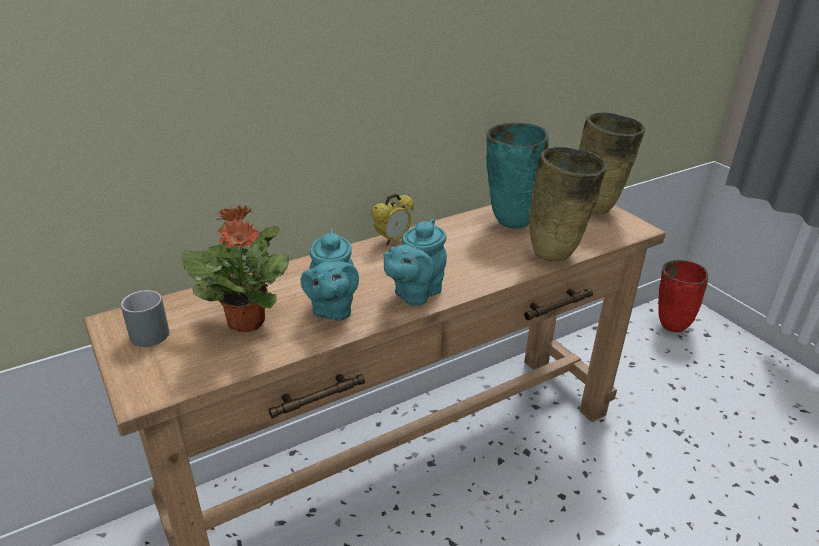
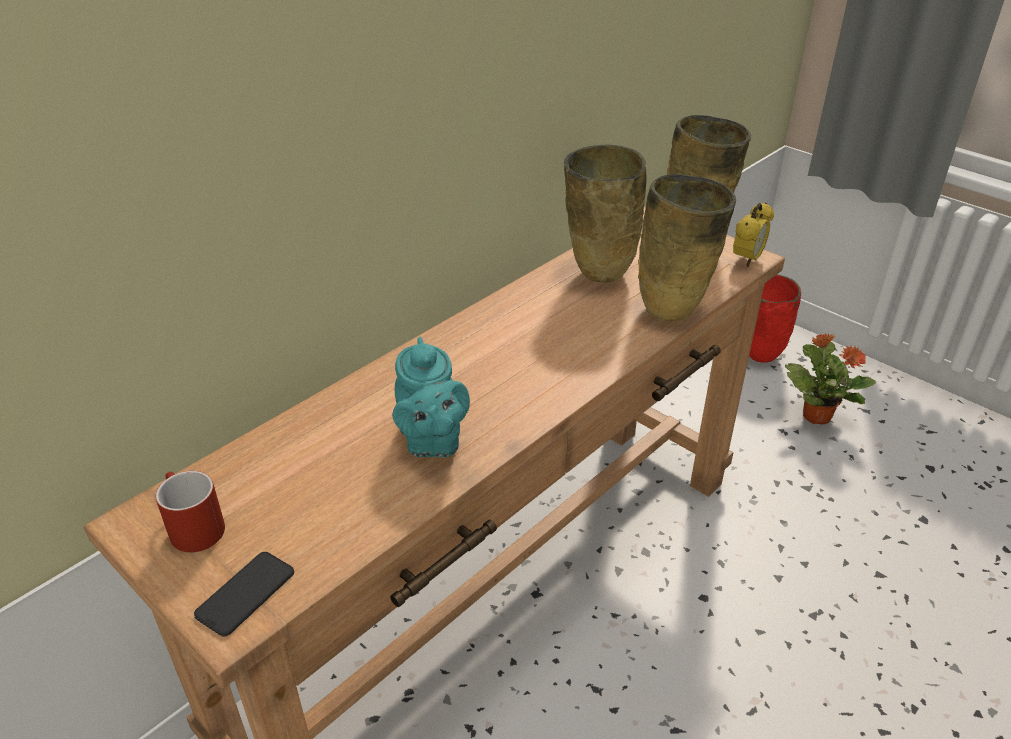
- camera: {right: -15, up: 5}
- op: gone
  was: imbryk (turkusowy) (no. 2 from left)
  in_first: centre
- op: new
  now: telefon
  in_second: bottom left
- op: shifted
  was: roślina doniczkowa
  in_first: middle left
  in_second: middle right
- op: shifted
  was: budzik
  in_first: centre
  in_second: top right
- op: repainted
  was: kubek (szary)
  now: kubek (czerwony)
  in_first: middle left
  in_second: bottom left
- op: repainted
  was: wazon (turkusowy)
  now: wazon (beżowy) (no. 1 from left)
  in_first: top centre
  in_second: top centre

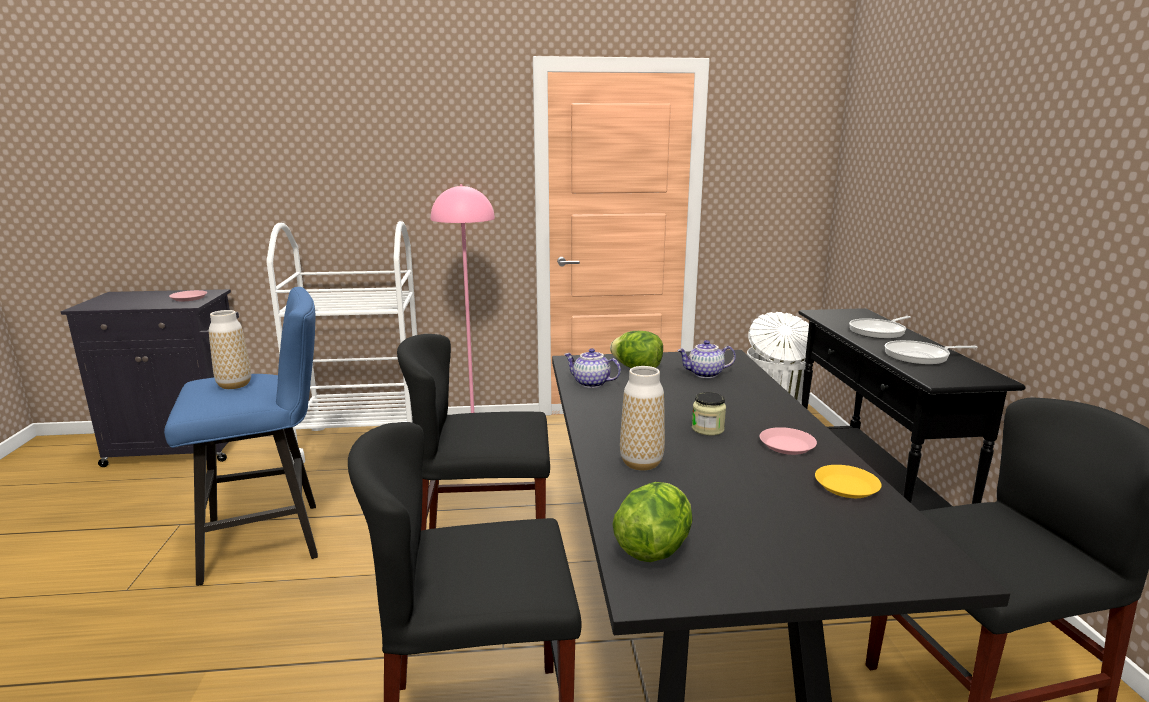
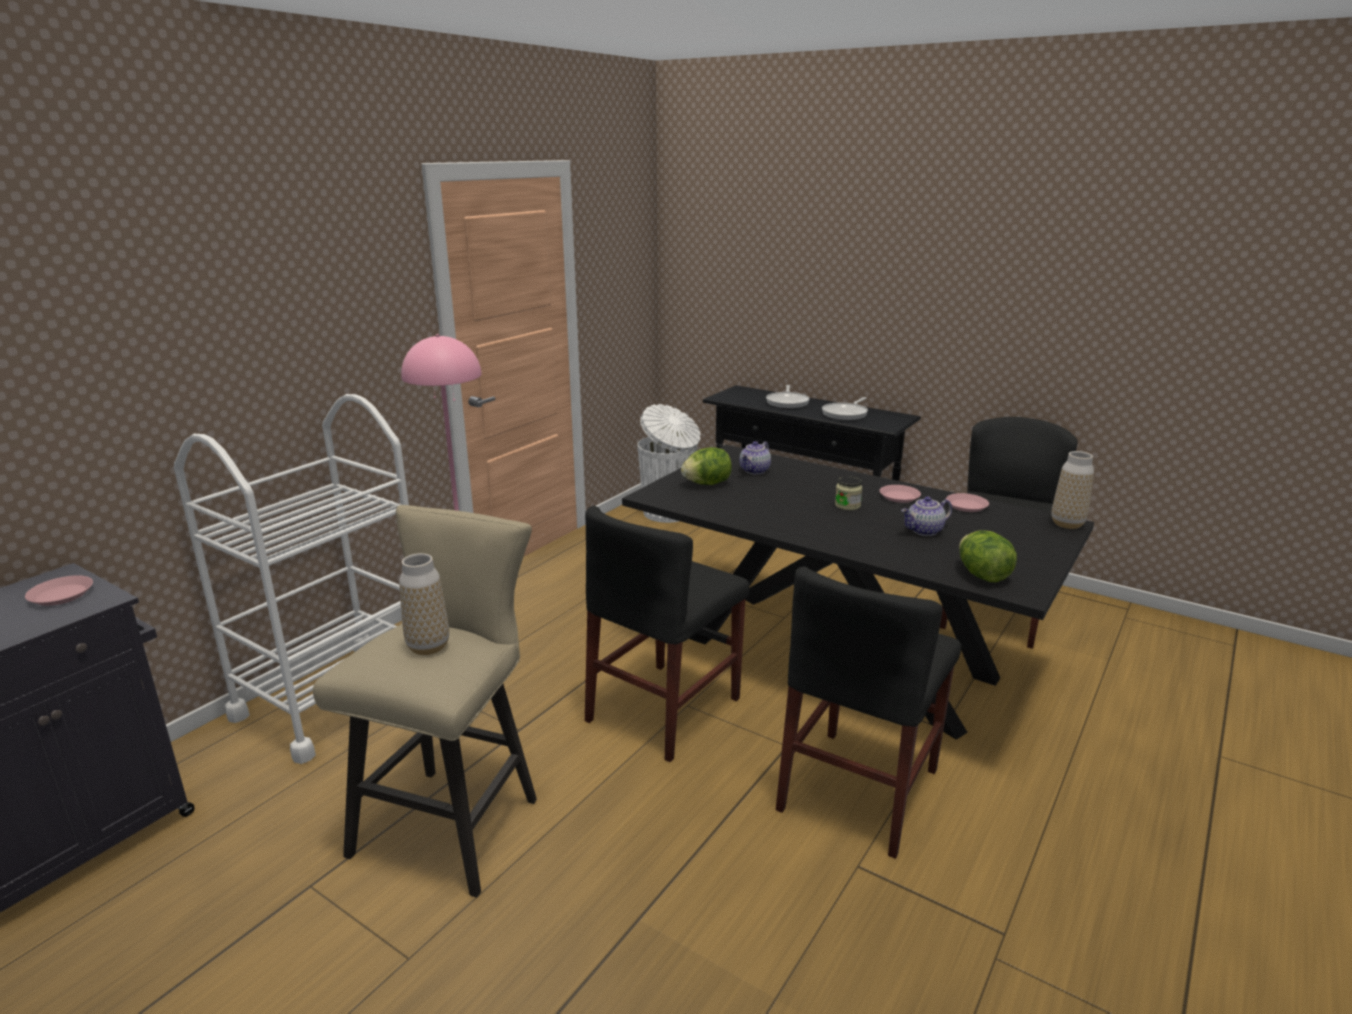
- camera: {right: -50, up: 5}
- op: shifted
  was: imbryk (no. 1 from left in the first image)
  now: imbryk (no. 2 from left)
  in_first: centre
  in_second: middle right
- op: shifted
  was: wazon (no. 2 from left)
  in_first: centre
  in_second: middle right
- op: repainted
  was: stołek (niebieski)
  now: stołek (beżowy)
  in_first: middle left
  in_second: bottom left
- op: repainted
  was: talerz (żółty)
  now: talerz (różowy) (no. 3 from left)
  in_first: bottom right
  in_second: middle right

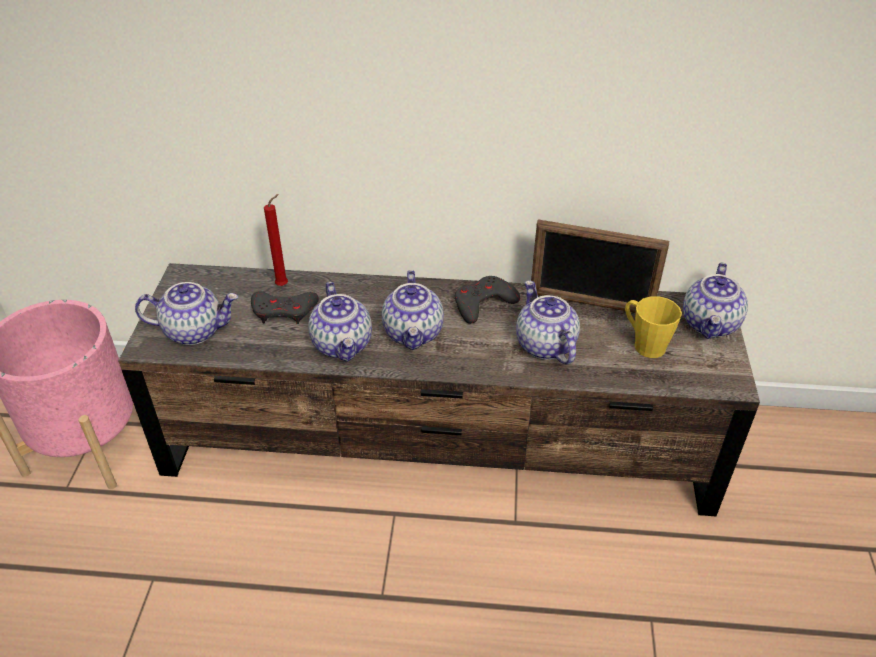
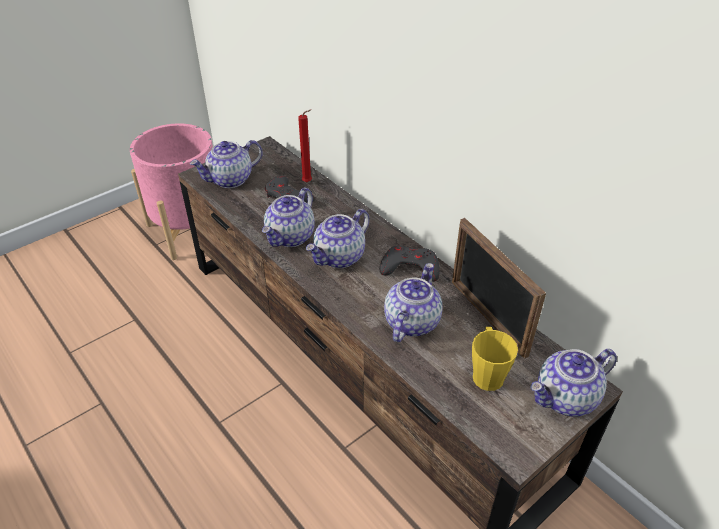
- camera: {right: 45, up: 0}
- op: rotated
  was: imbryk (no. 1 from left)
  in_first: middle left
  in_second: top left
  clockwise: 105

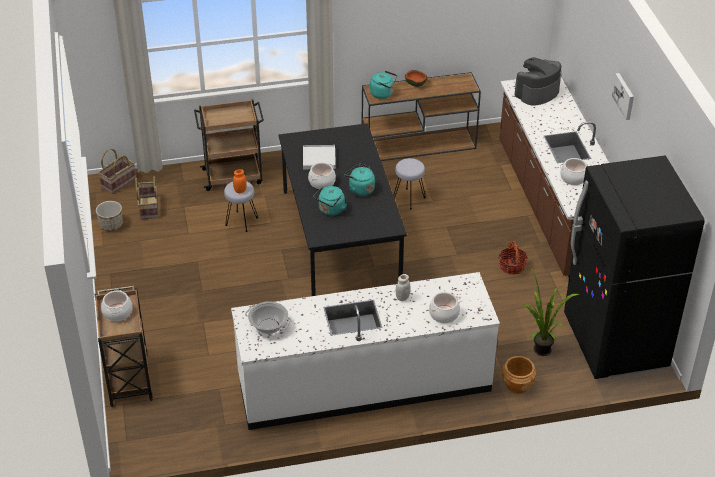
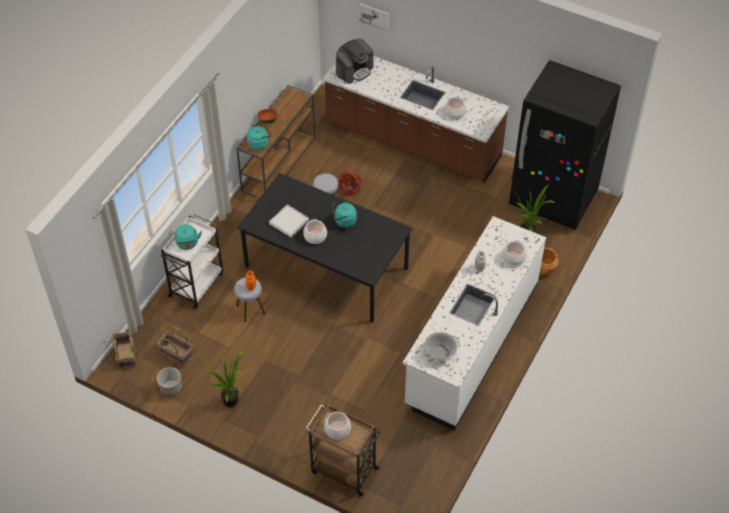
- camera: {right: -50, up: 10}
- op: new
  now: roślina doniczkowa (no. 1 from left)
  in_second: bottom left
- op: shifted
  was: czajnik (turkusowy) (no. 1 from left)
  in_first: centre
  in_second: middle left
- op: shifted
  was: koszyk (no. 3 from left)
  in_first: middle right
  in_second: centre
- op: shifted
  was: obraz
  in_first: top right
  in_second: top centre
- op: repainted
  was: wózek (brązowy) (no. 2 from left)
  now: wózek (biały)
  in_first: top left
  in_second: middle left
- op: rotated
  was: ekspres do kawy
  in_first: top right
  in_second: top centre
  clockwise: -135

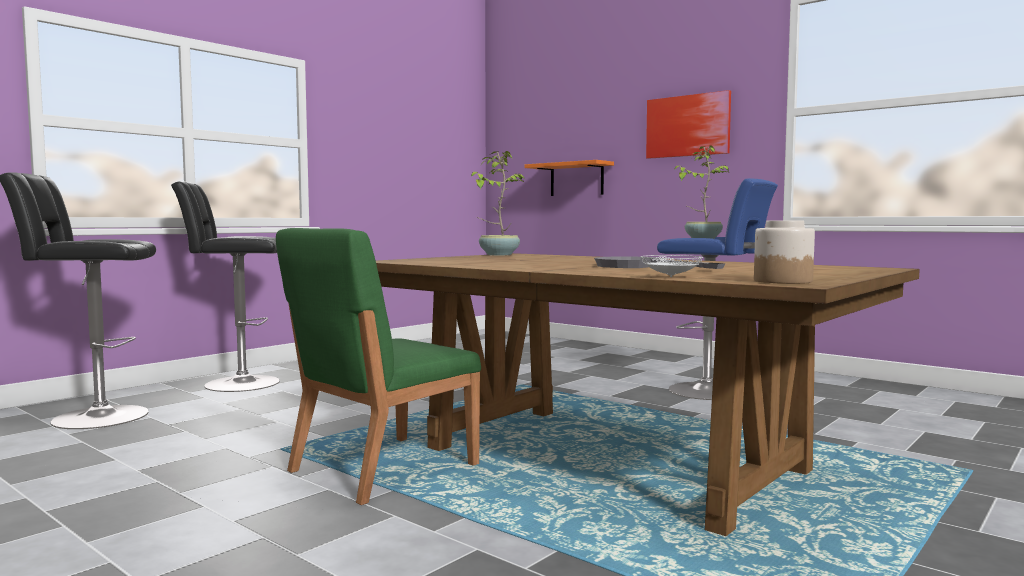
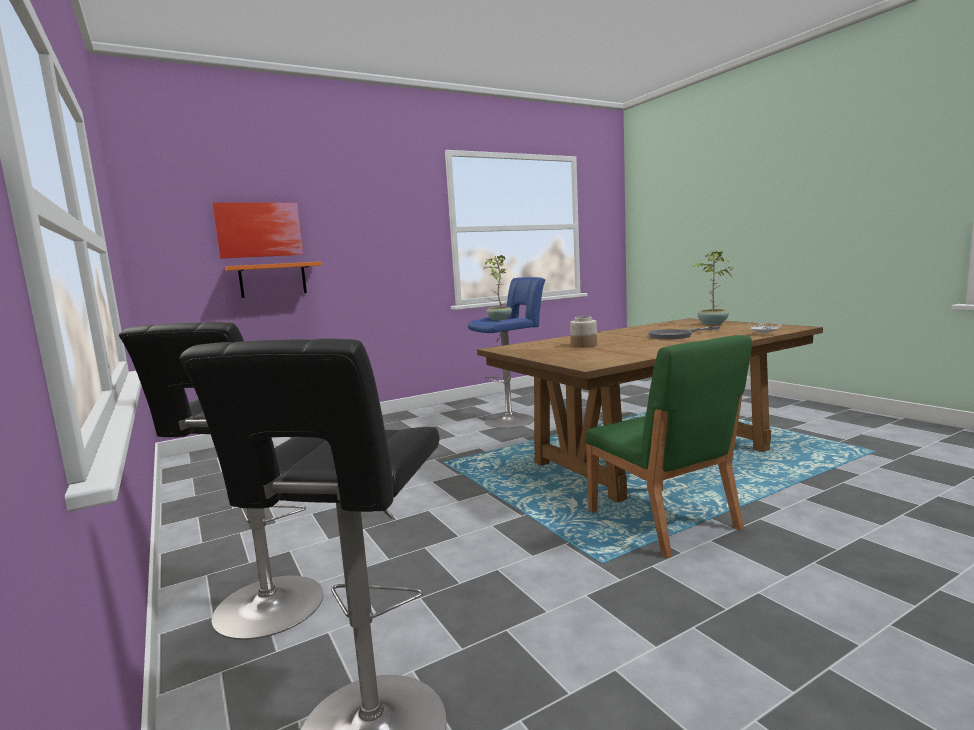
- camera: {right: -70, up: 5}
- op: shifted
  was: roślina doniczkowa (no. 1 from left in the first image)
  now: roślina doniczkowa (no. 2 from left)
  in_first: centre
  in_second: middle right
- op: shifted
  was: obraz
  in_first: top right
  in_second: top left
- op: shifted
  was: słoik
  in_first: middle right
  in_second: centre

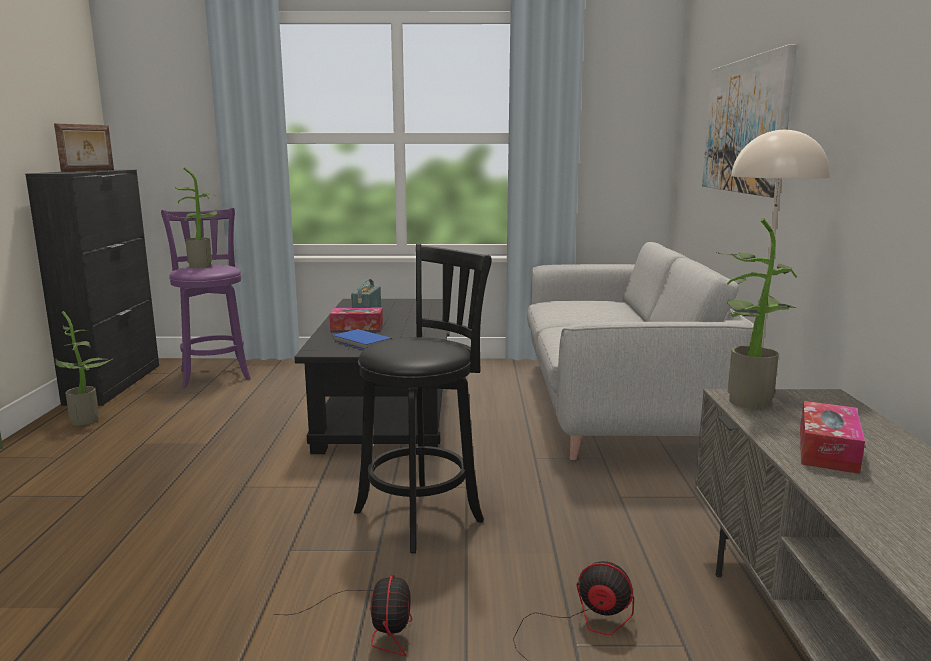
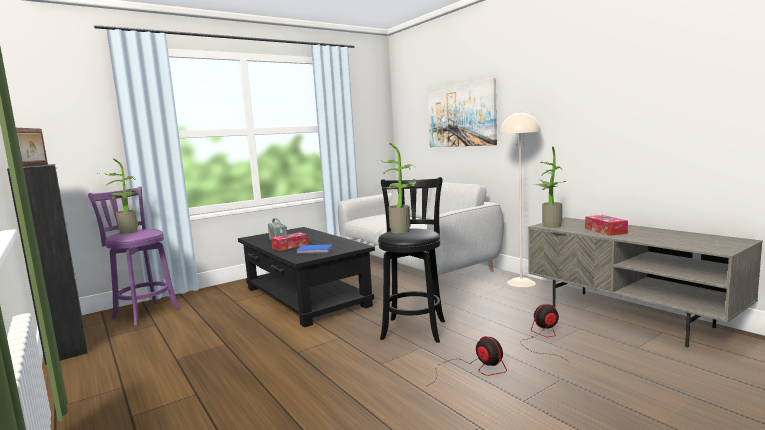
- camera: {right: -35, up: -5}
- op: shifted
  was: roślina doniczkowa (no. 1 from left in the first image)
  now: roślina doniczkowa (no. 2 from left)
  in_first: middle left
  in_second: centre

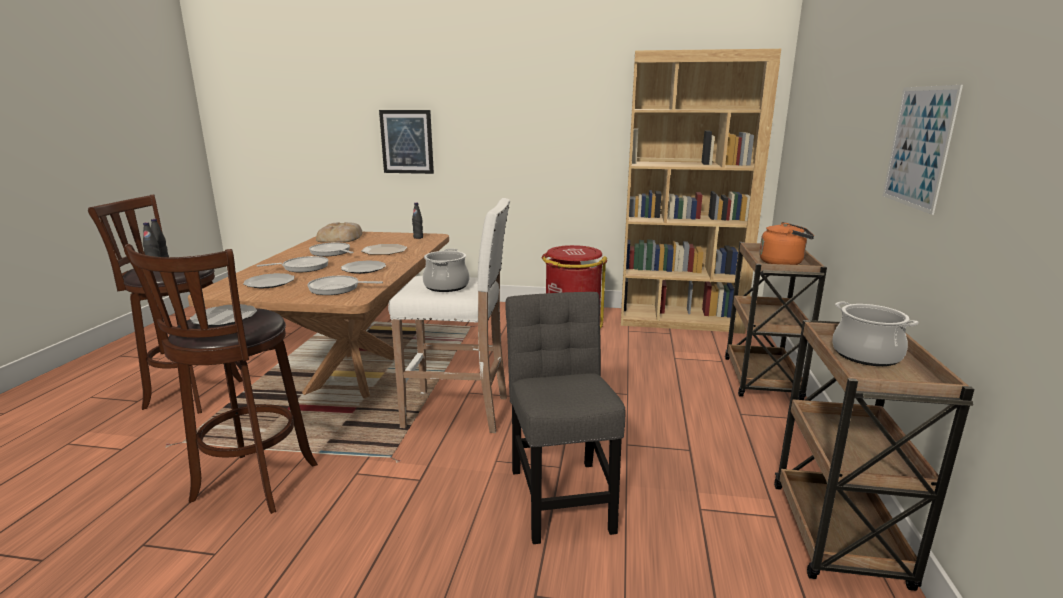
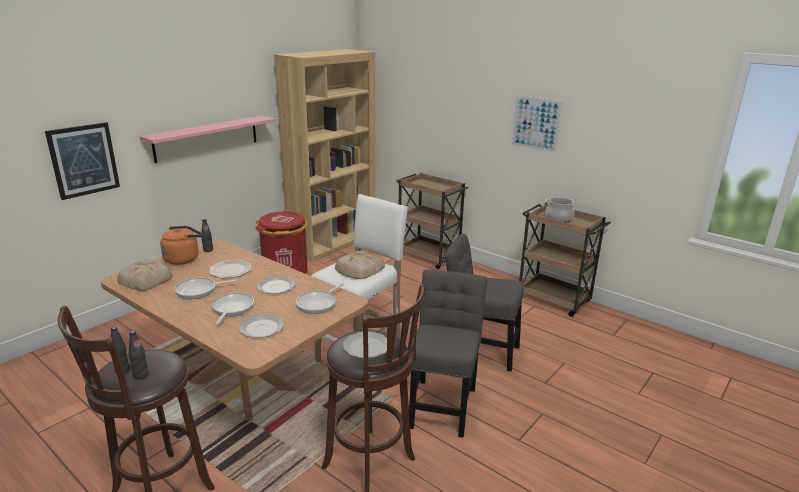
- camera: {right: -60, up: 5}
- op: new
  now: półka (różowy)
  in_second: top left
- op: new
  now: krzesło (szary) (no. 1 from left)
  in_second: bottom centre
- op: shifted
  was: czajnik (pomarańczowy)
  in_first: middle right
  in_second: middle left
- op: swapped
  was: garnek (no. 1 from left)
  now: chleb (no. 2 from left)
  in_first: centre
  in_second: centre

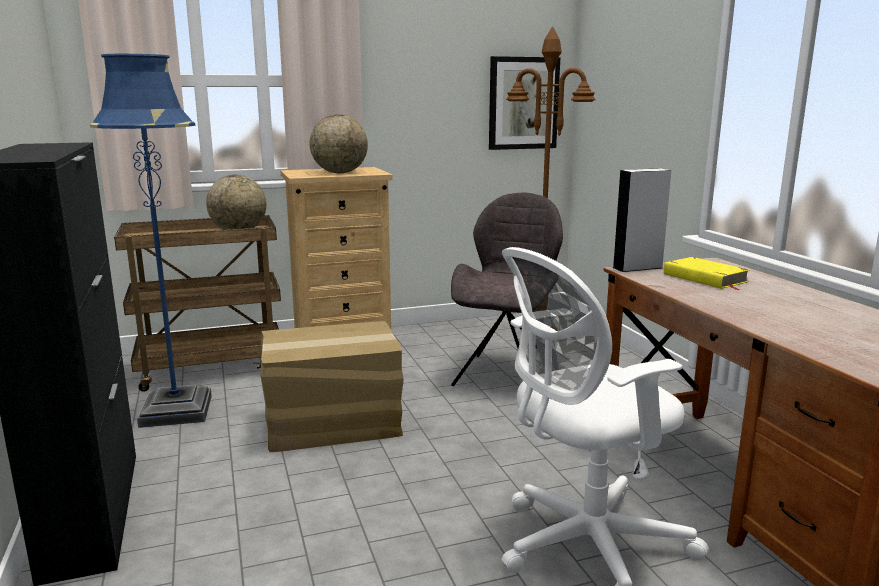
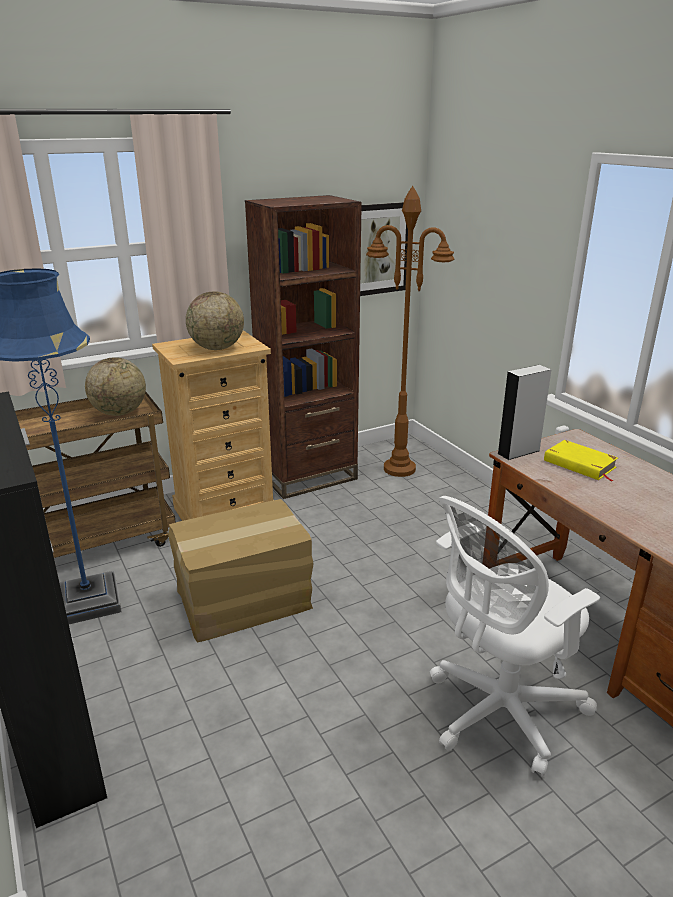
- camera: {right: -10, up: 10}
- op: gone
  was: krzesło (szary)
  in_first: centre
- op: new
  now: regał (brązowy)
  in_second: centre

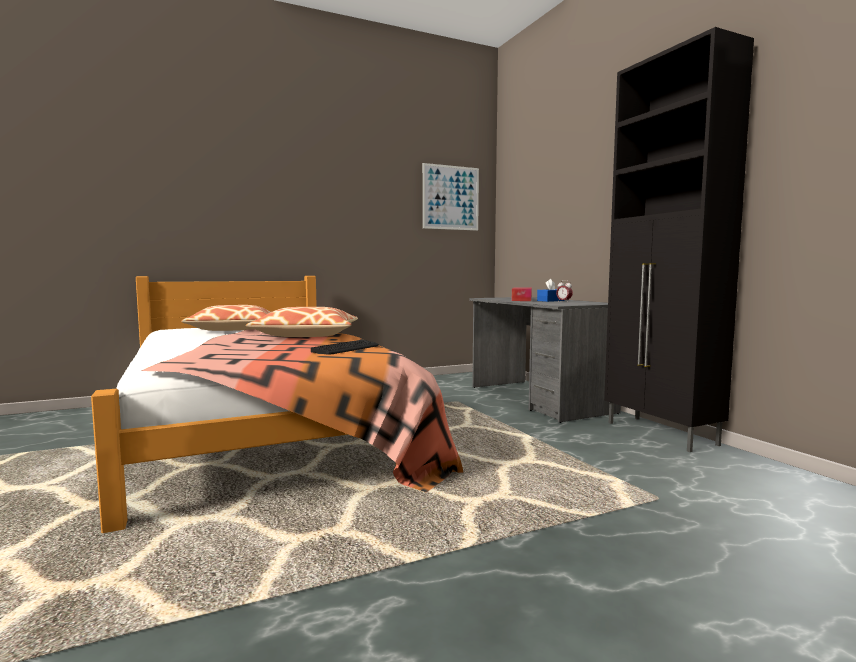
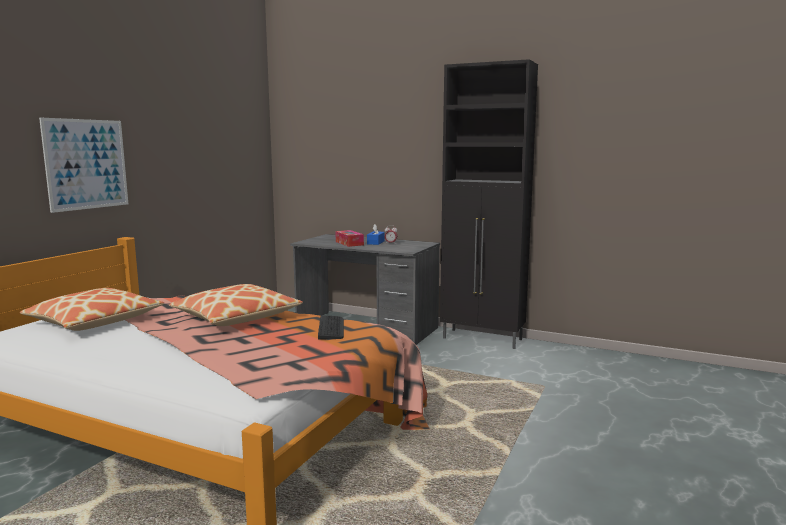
- camera: {right: -40, up: 5}
- op: shifted
  was: obraz
  in_first: top centre
  in_second: top left

